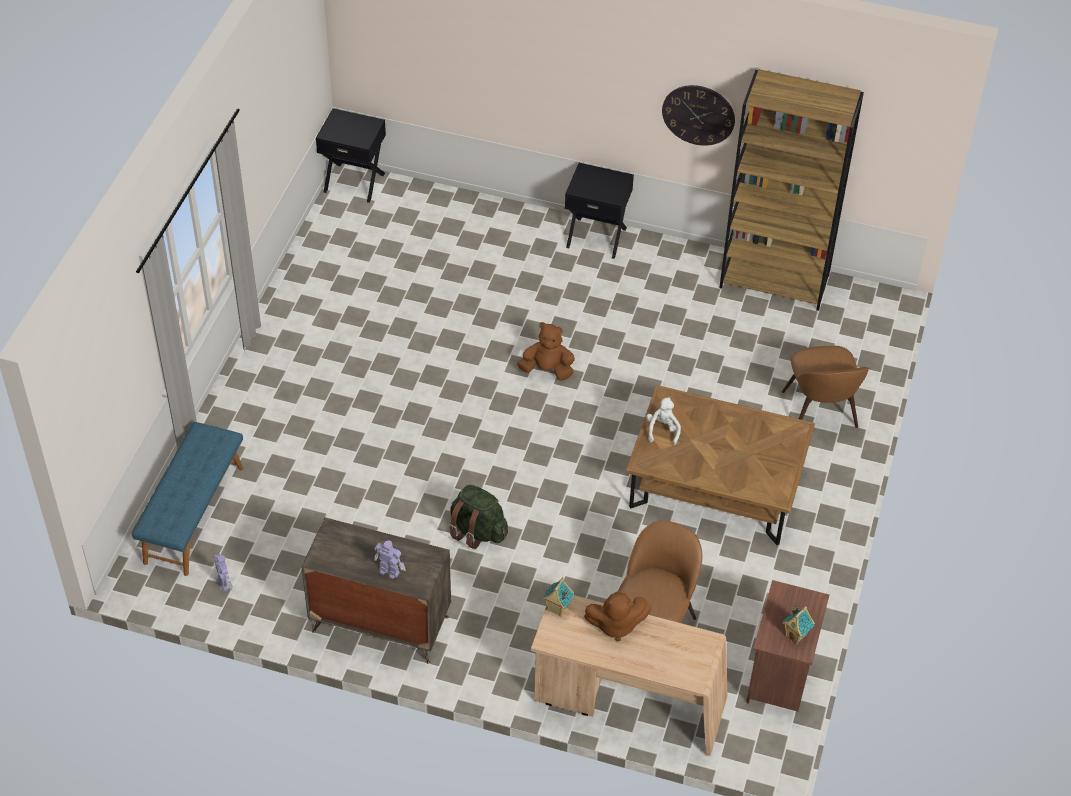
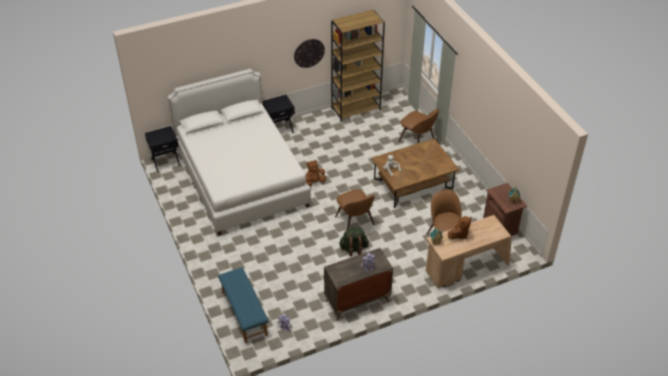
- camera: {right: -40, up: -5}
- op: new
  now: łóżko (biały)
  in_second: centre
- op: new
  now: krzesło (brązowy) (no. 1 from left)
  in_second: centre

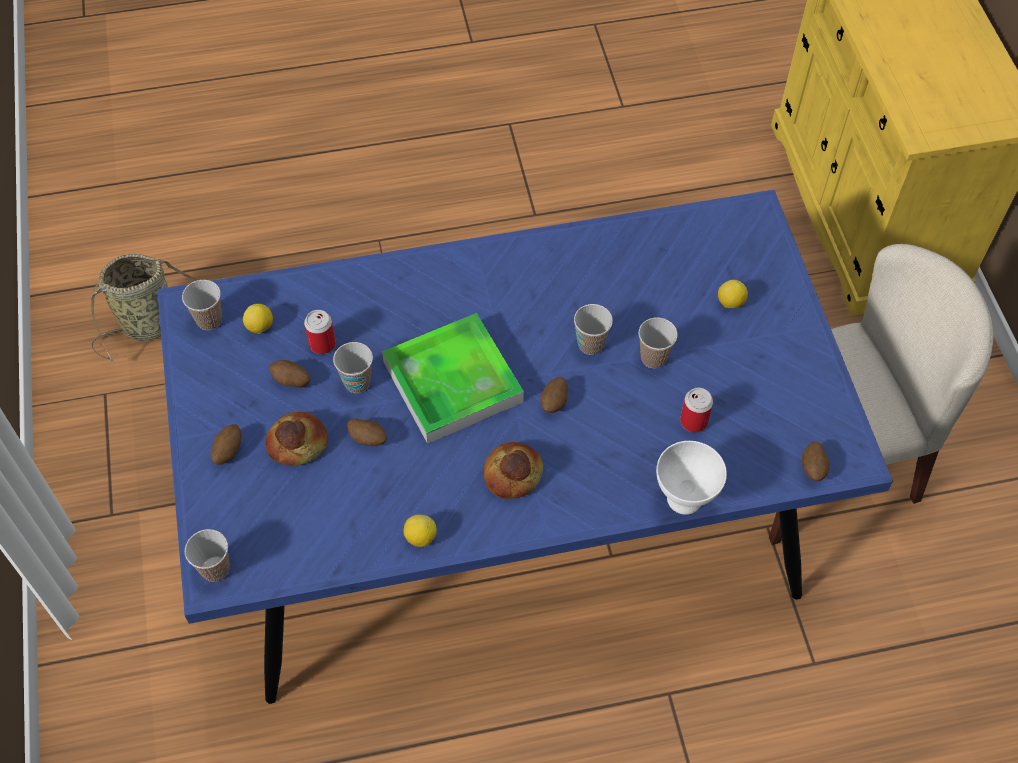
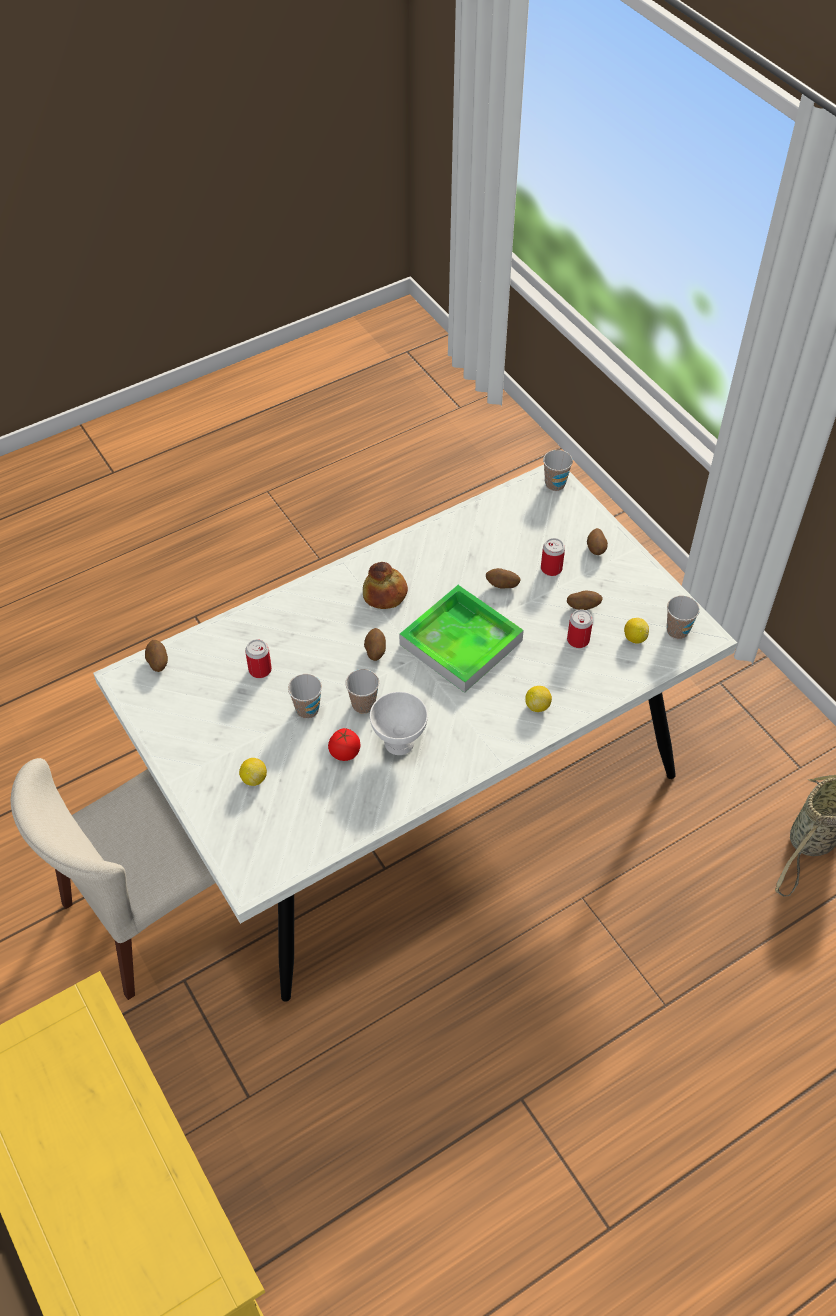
- camera: {right: 160, up: -5}
- op: gone
  was: filiżanka (no. 3 from left)
  in_first: centre
- op: new
  now: pomidor
  in_second: centre
- op: shifted
  was: cytryna (no. 2 from left)
  in_first: bottom centre
  in_second: centre
- op: shifted
  was: miska (biały)
  in_first: middle right
  in_second: centre
- op: swapped
  was: chleb (no. 1 from left)
  now: puszka (no. 2 from left)
  in_first: middle left
  in_second: centre
- op: repainted
  was: stół jadalny (niebieski)
  now: stół jadalny (biały)
  in_first: centre
  in_second: centre

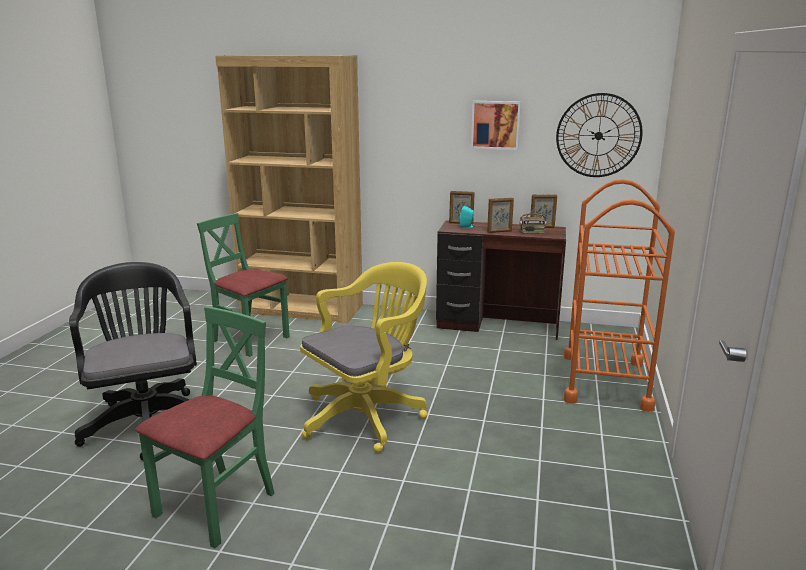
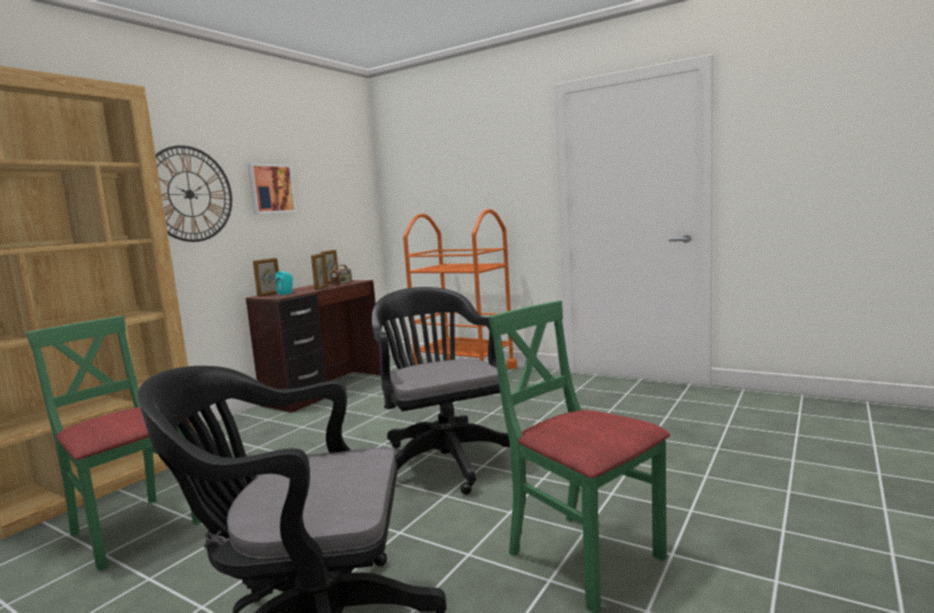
- camera: {right: -70, up: -10}
- op: shifted
  was: zegar ścienny
  in_first: top right
  in_second: top left
- op: repainted
  was: krzesło biurowe (żółty)
  now: krzesło biurowe (czarny) (no. 2 from left)
  in_first: centre
  in_second: centre
- op: rotated
  was: krzesło (zielony) (no. 2 from left in the first image)
  in_first: middle left
  in_second: bottom left
  clockwise: 75

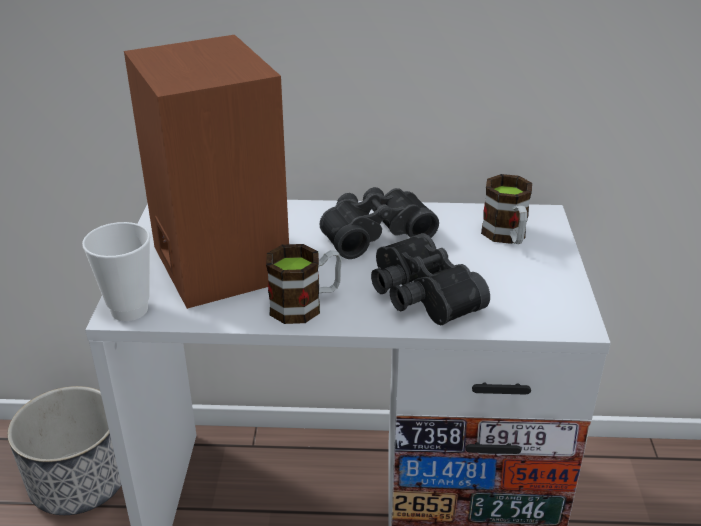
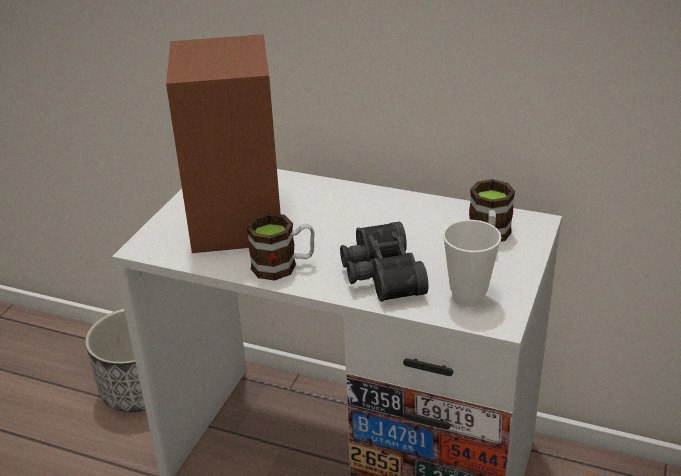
- camera: {right: 20, up: 0}
- op: gone
  was: lornetka (czarny) (no. 1 from left)
  in_first: centre
- op: shifted
  was: filiżanka
  in_first: middle left
  in_second: middle right

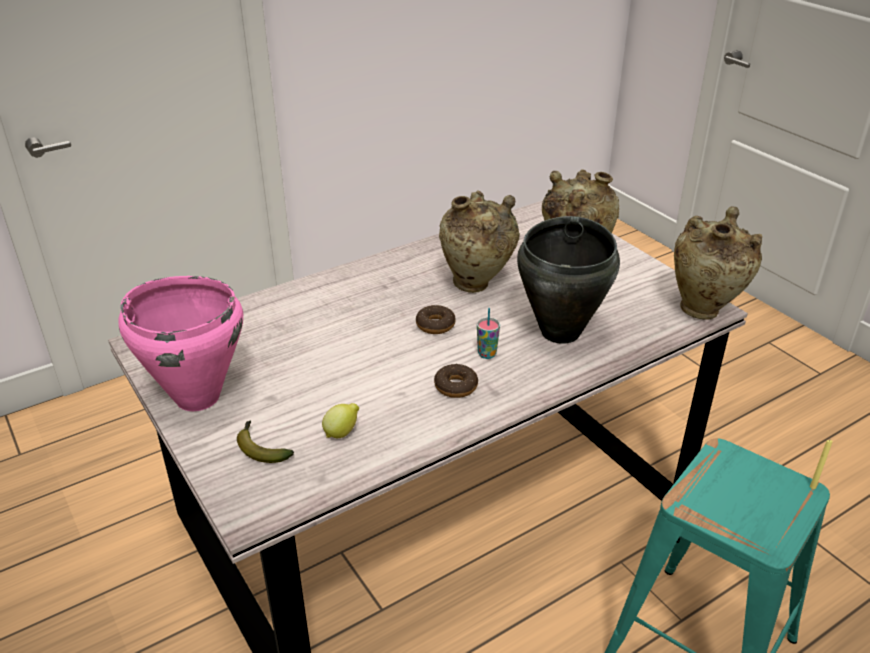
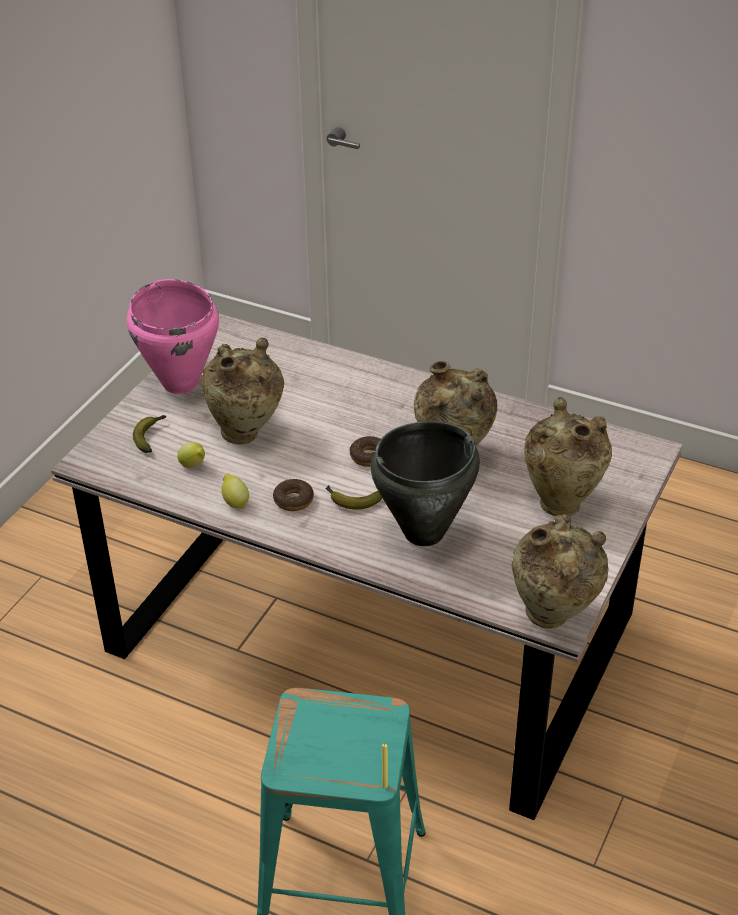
- camera: {right: 60, up: 5}
- op: new
  now: wazon (beżowy) (no. 1 from left)
  in_second: middle left
- op: new
  now: cytryna (no. 2 from left)
  in_second: middle left
- op: swapped
  was: filiżanka
  now: banan (no. 2 from left)
  in_first: centre
  in_second: centre

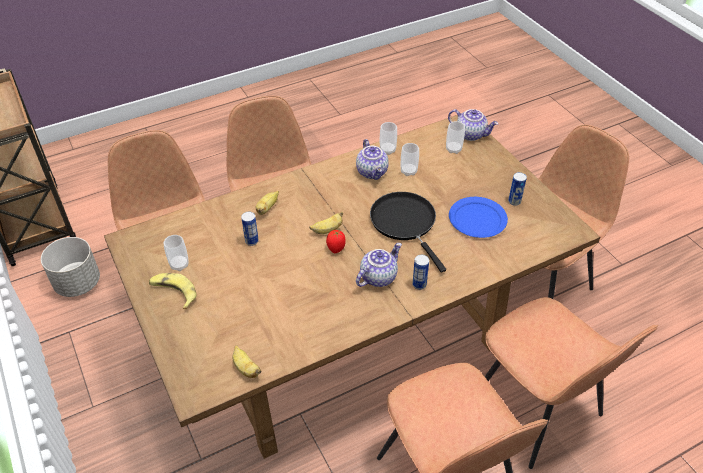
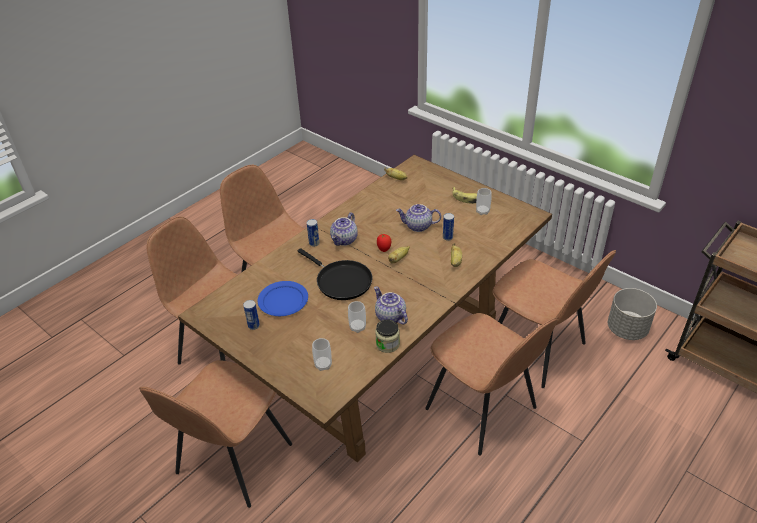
- camera: {right: 160, up: -5}
- op: shifted
  was: imbryk (no. 3 from left)
  in_first: top right
  in_second: centre
- op: swapped
  was: filiżanka (no. 2 from left)
  now: słoik
  in_first: top centre
  in_second: centre

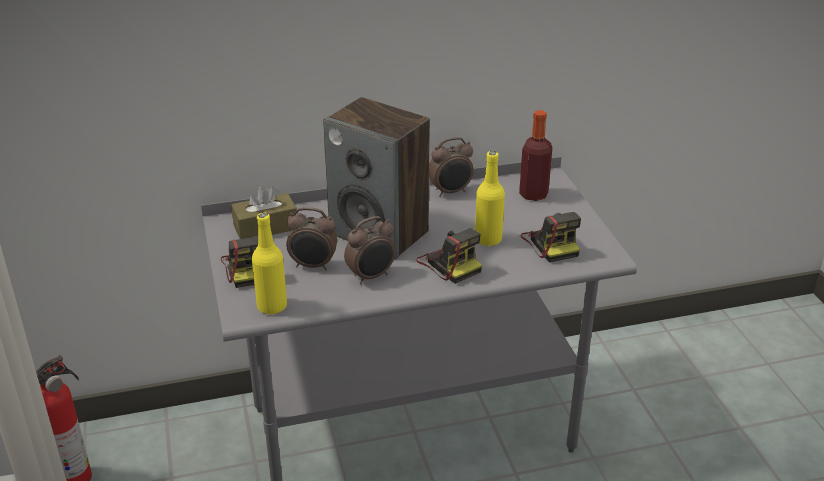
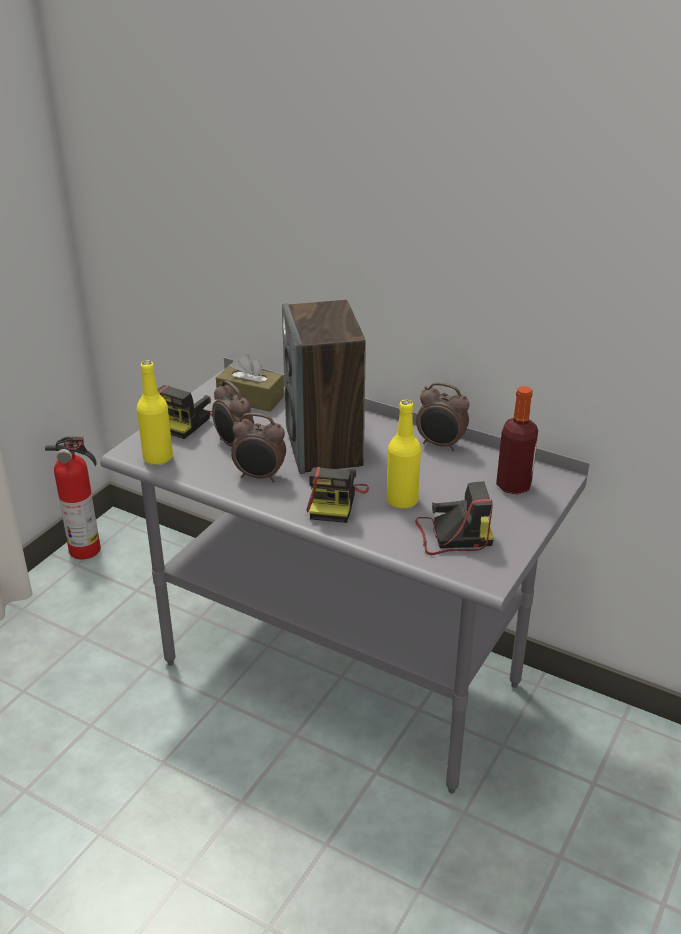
- camera: {right: 45, up: 0}
- op: rotated
  was: aparat fotograficzny (no. 3 from left)
  in_first: middle right
  in_second: middle right
  clockwise: -120

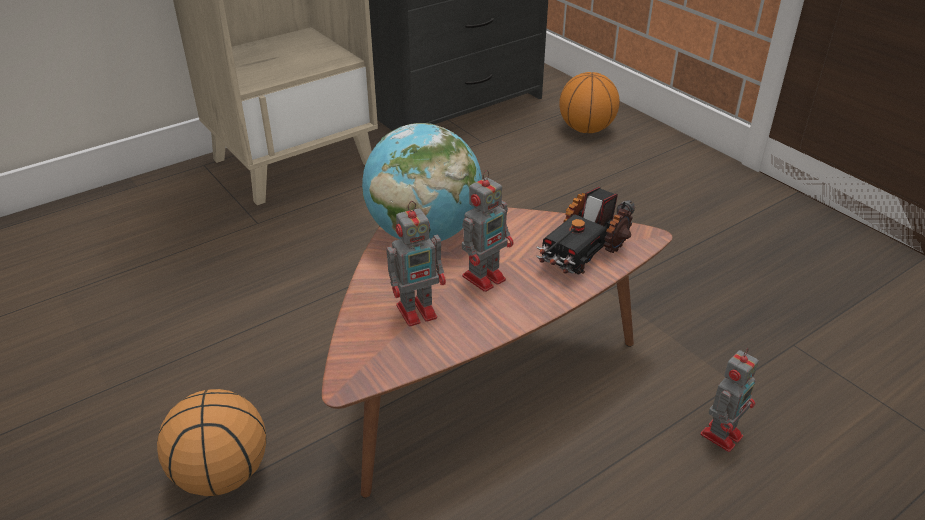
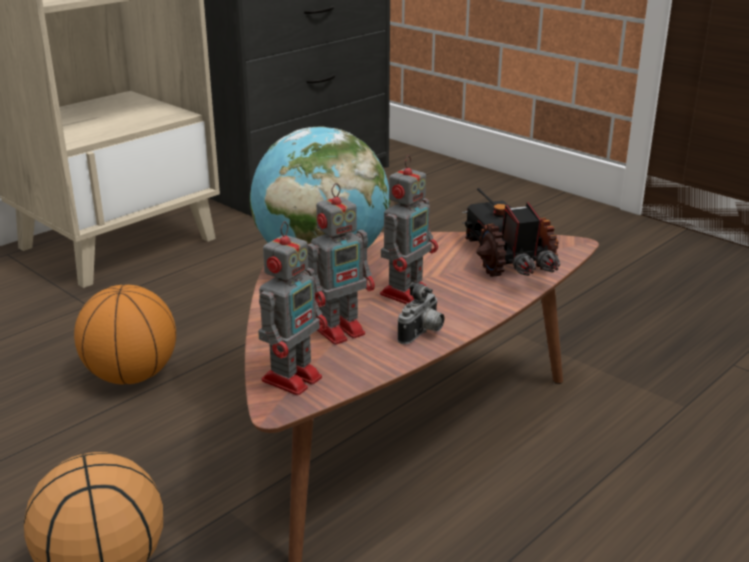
- camera: {right: -10, up: -10}
- op: new
  now: aparat fotograficzny
  in_second: centre
- op: shifted
  was: piłka do koszykówki (no. 2 from left)
  in_first: top centre
  in_second: middle left
- op: shifted
  was: robot zabawkowy (no. 3 from left in the first image)
  now: robot zabawkowy (no. 1 from left)
  in_first: bottom right
  in_second: centre
- op: rotated
  was: ciężarówka zabawkowa
  in_first: centre
  in_second: middle right
  clockwise: 135

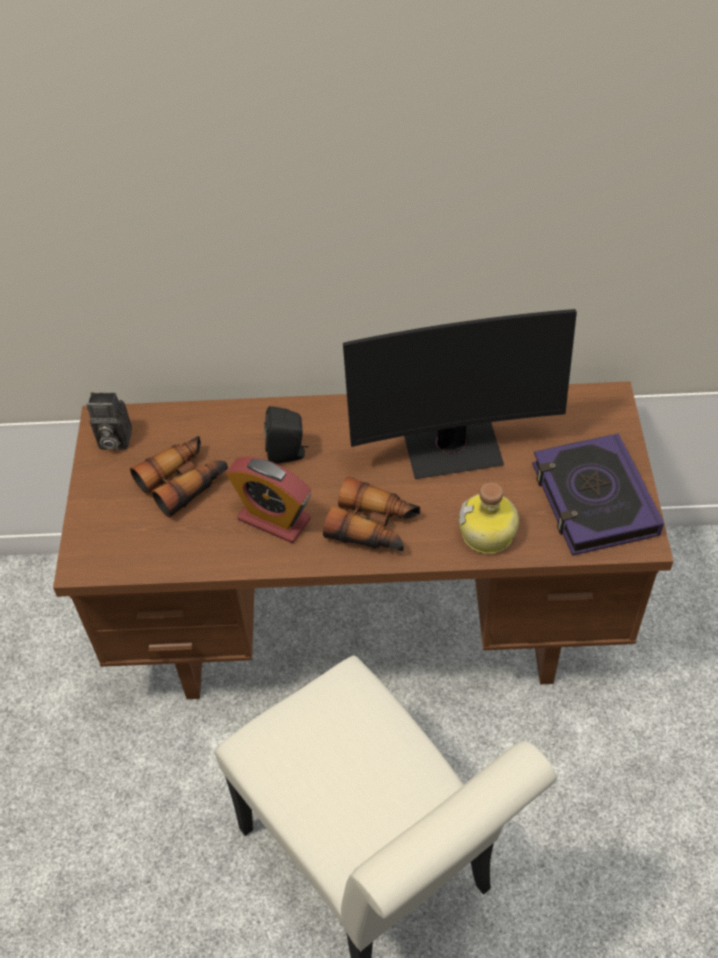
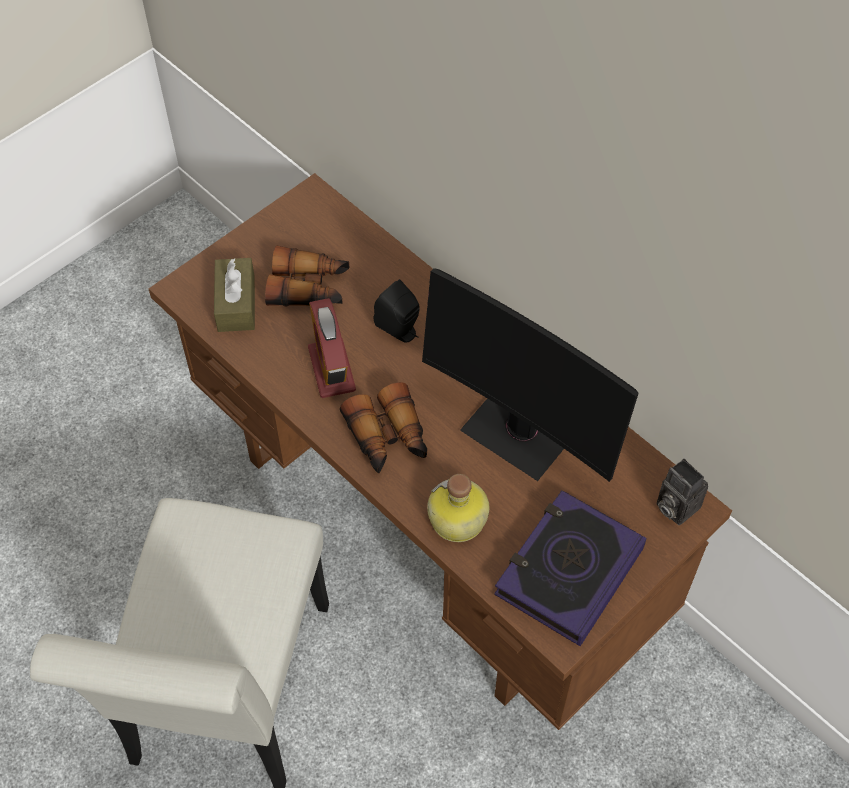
- camera: {right: 45, up: 5}
- op: new
  now: pudełko chusteczek (brązowy)
  in_second: middle left
- op: shifted
  was: aparat fotograficzny
  in_first: middle left
  in_second: middle right

